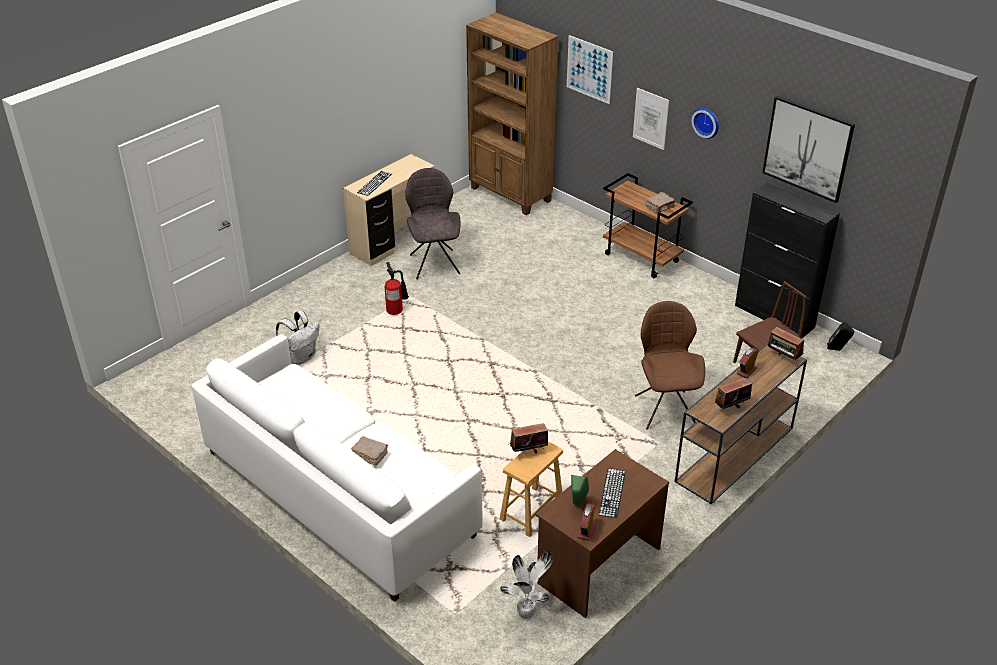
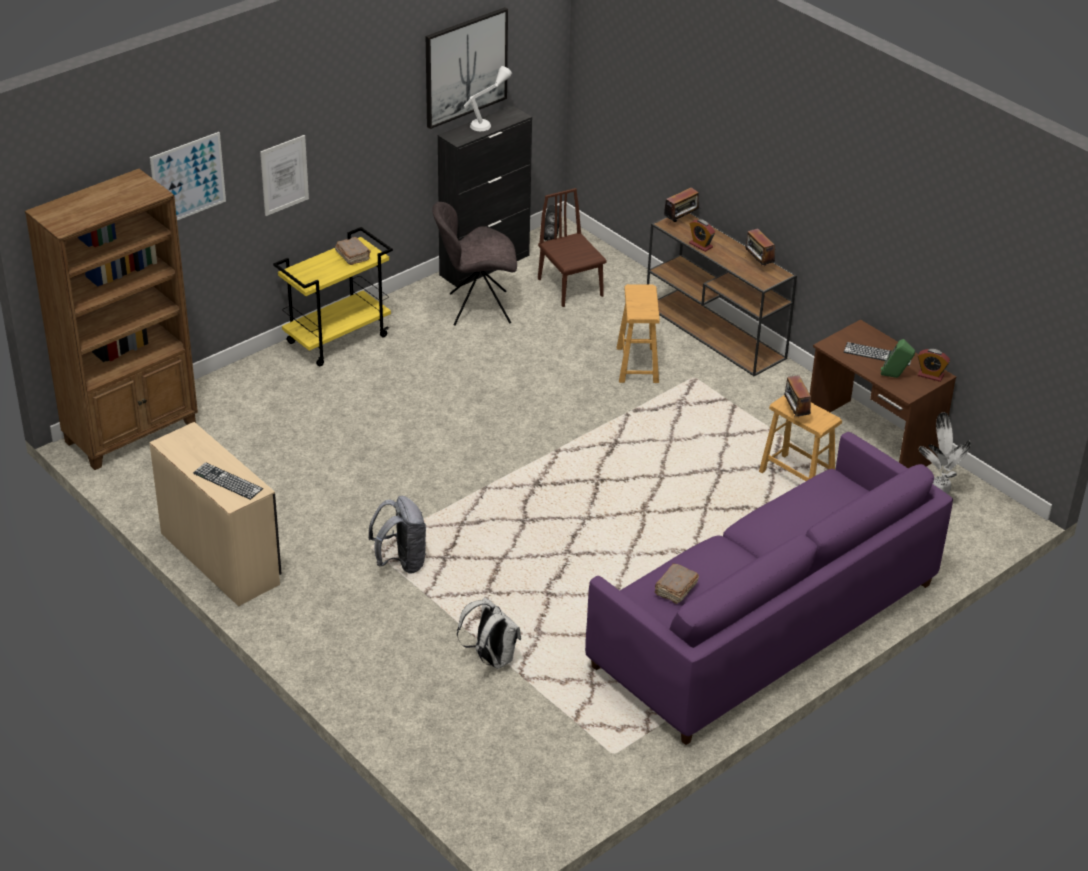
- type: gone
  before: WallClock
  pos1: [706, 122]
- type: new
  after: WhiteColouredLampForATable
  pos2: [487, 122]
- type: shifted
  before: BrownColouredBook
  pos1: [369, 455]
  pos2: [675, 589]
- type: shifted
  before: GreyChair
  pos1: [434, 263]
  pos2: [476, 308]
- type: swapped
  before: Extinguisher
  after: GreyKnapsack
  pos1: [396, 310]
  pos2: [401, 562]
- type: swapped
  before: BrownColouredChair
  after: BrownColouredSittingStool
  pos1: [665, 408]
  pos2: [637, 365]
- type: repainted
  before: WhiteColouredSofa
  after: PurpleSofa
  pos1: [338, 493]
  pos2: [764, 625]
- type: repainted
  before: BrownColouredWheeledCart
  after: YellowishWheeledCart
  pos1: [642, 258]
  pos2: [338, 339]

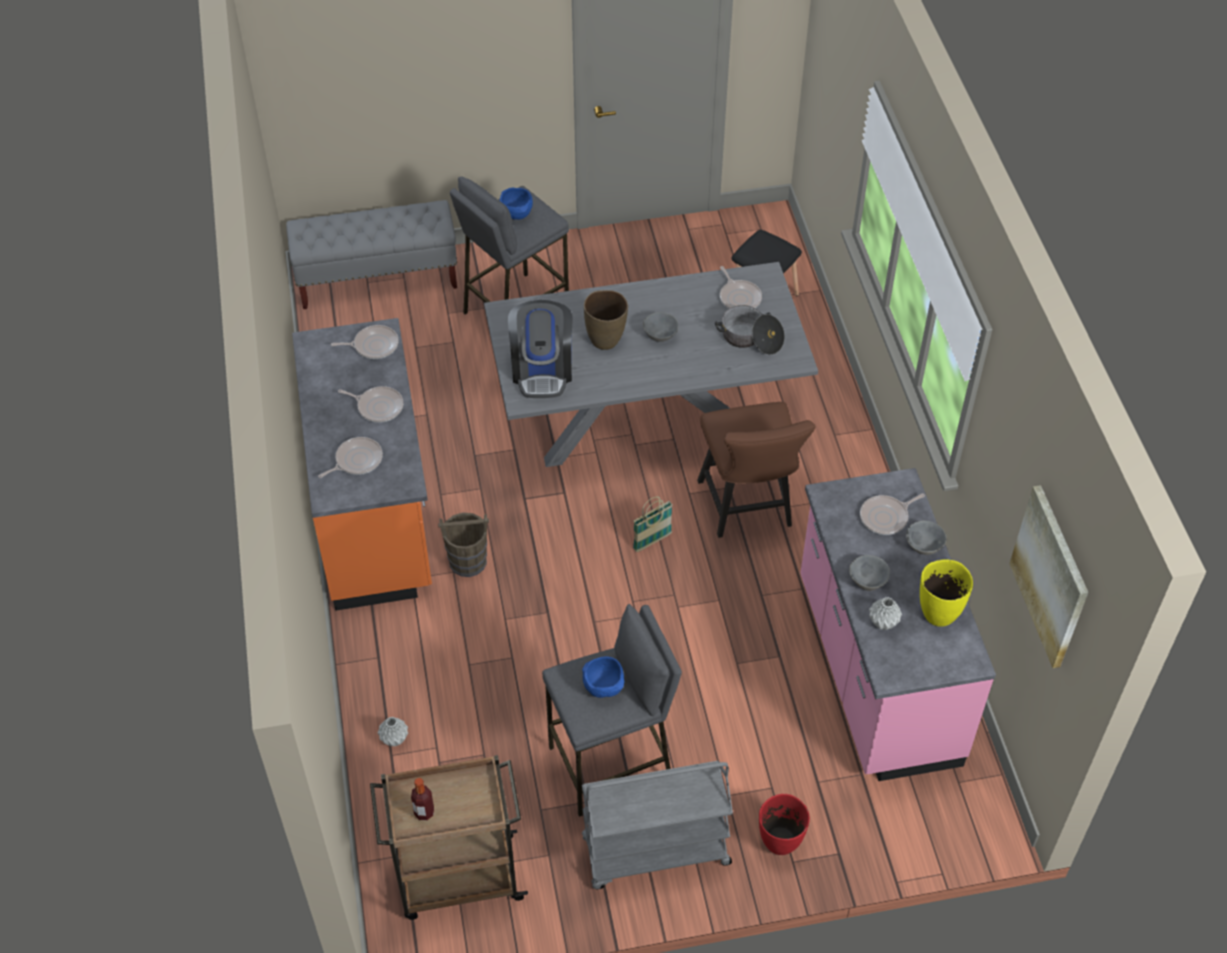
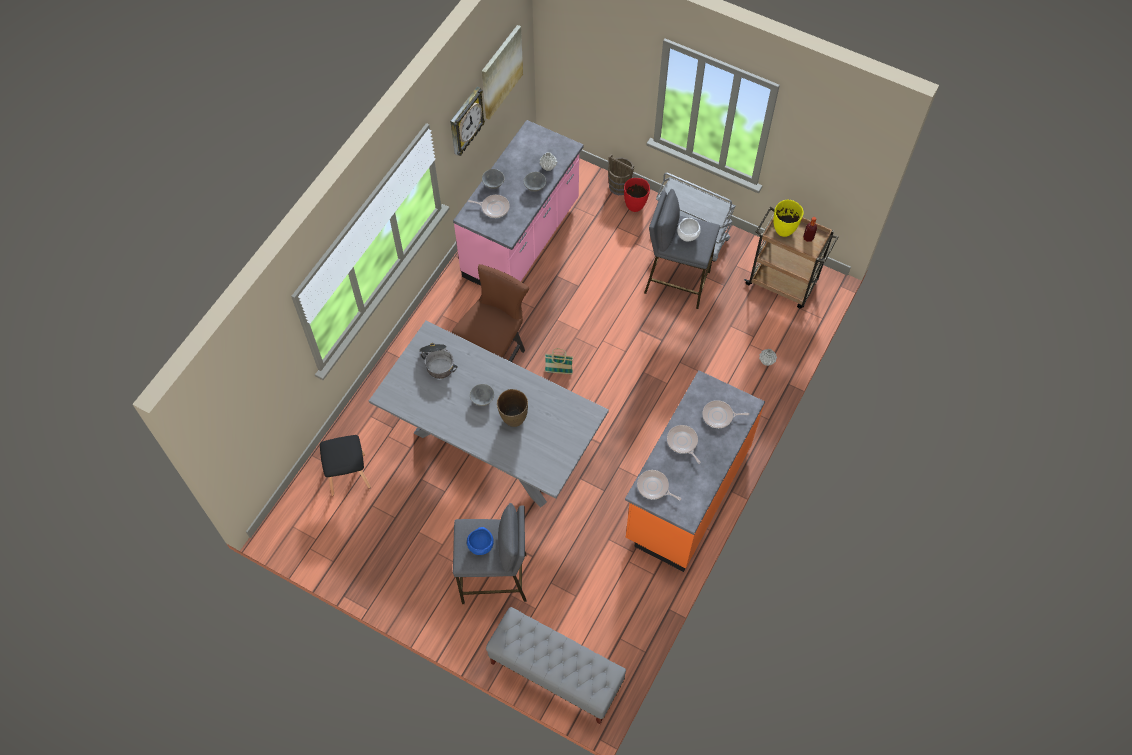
- type: gone
  before: CoffeeBrewer
  pos1: [542, 370]
- type: gone
  before: Skillet
  pos1: [739, 297]
- type: new
  after: WallClock
  pos2: [465, 122]
- type: shifted
  before: BrownColouredWaterBucket
  pos1: [467, 561]
  pos2: [620, 186]
- type: shifted
  before: YellowishVase
  pos1: [938, 613]
  pos2: [784, 230]
- type: repainted
  before: BlueServingBowl
  after: WhiteColouredServingBowl
  pos1: [605, 687]
  pos2: [687, 235]

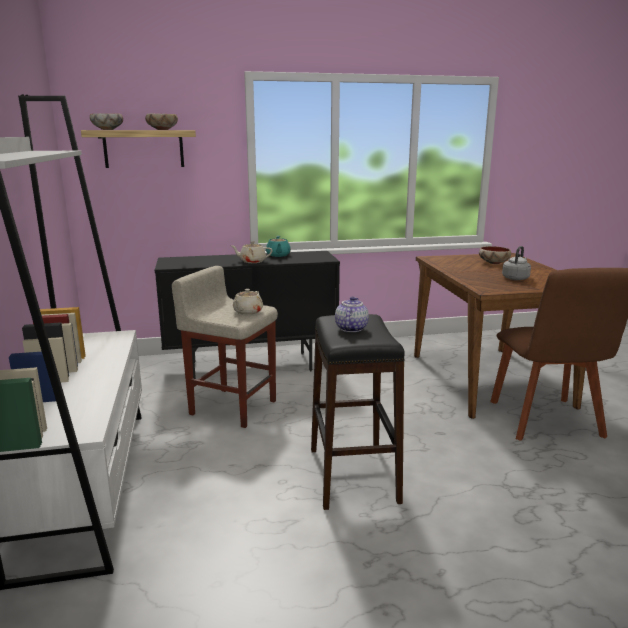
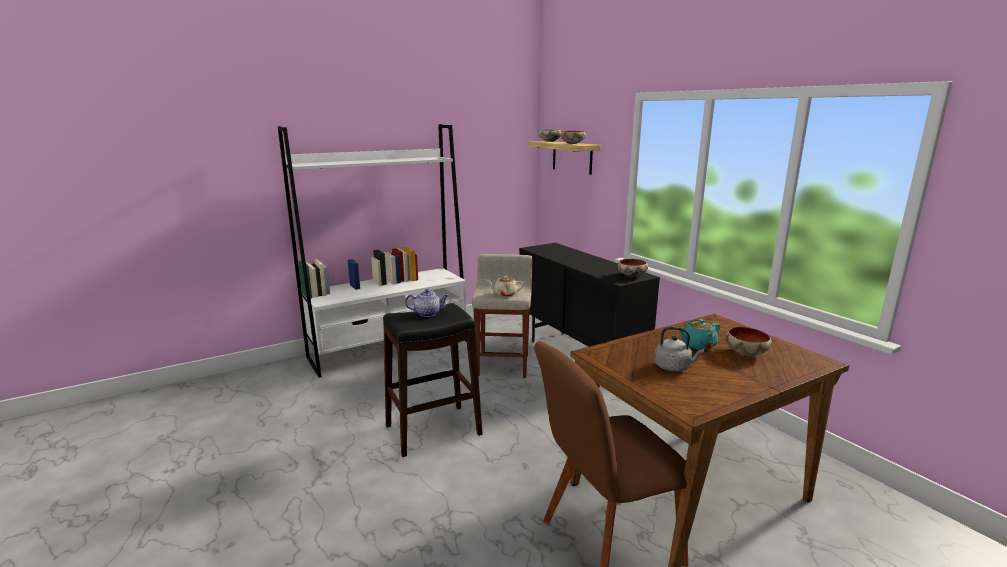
- type: gone
  before: BeigeColouredPotForTea
  pos1: [252, 261]
- type: new
  after: ServingBowl
  pos2: [632, 276]
- type: shifted
  before: BlueGreenPotForTea
  pos1: [278, 255]
  pos2: [697, 345]

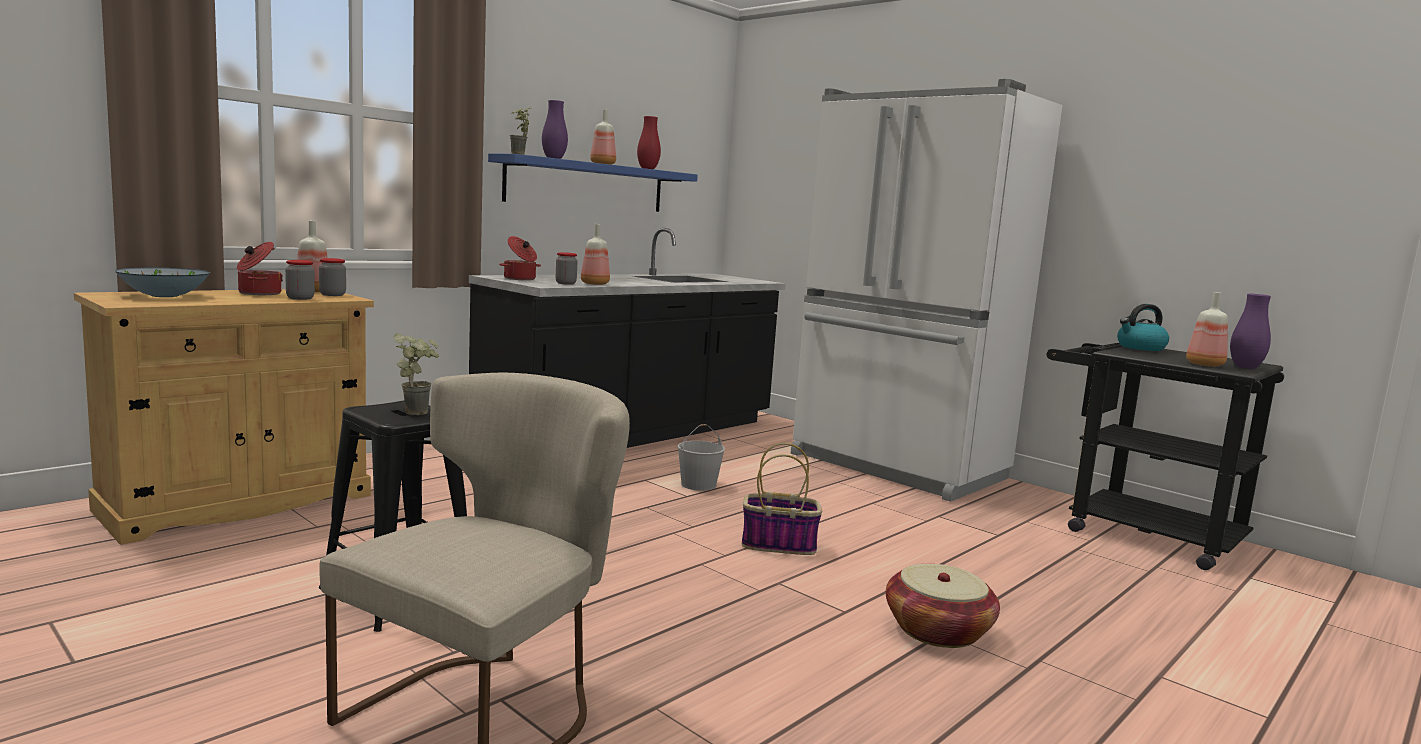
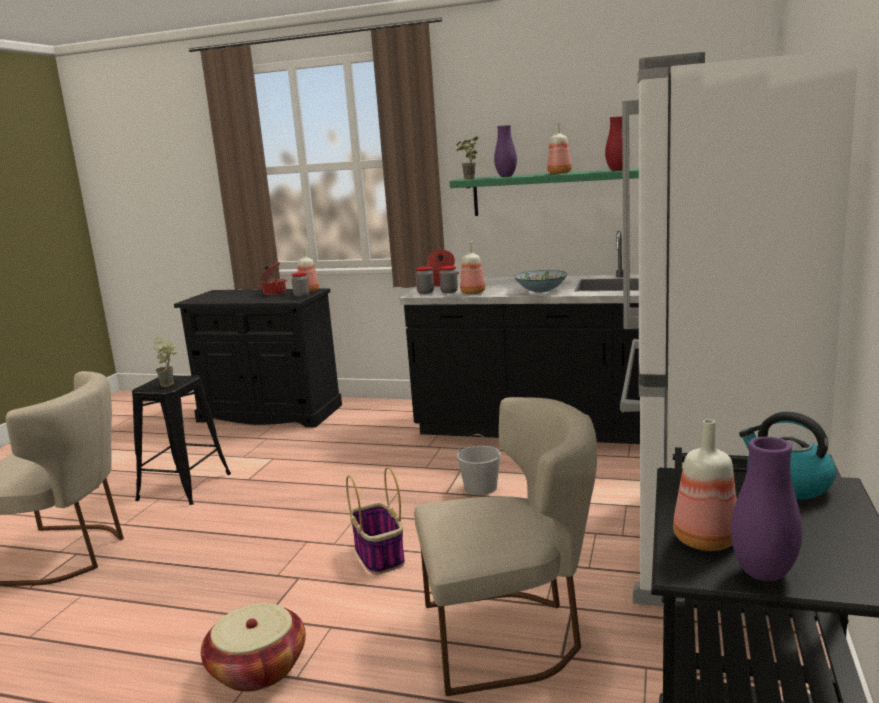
- type: new
  after: BeigeColouredChair
  pos2: [510, 635]
- type: shifted
  before: ServingBowl
  pos1: [165, 296]
  pos2: [541, 291]
- type: shifted
  before: StorageJar
  pos1: [300, 298]
  pos2: [425, 292]
- type: repainted
  before: BeigeColouredCabinet
  after: BlackishCabinet
  pos1: [238, 503]
  pos2: [269, 413]
- type: repainted
  before: BlueWallShelf
  after: GreenColouredWallShelf
  pos1: [587, 185]
  pos2: [563, 192]

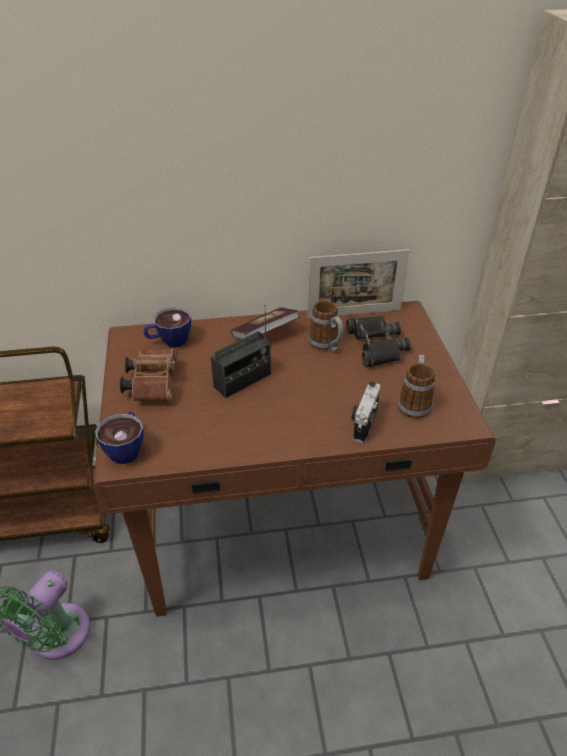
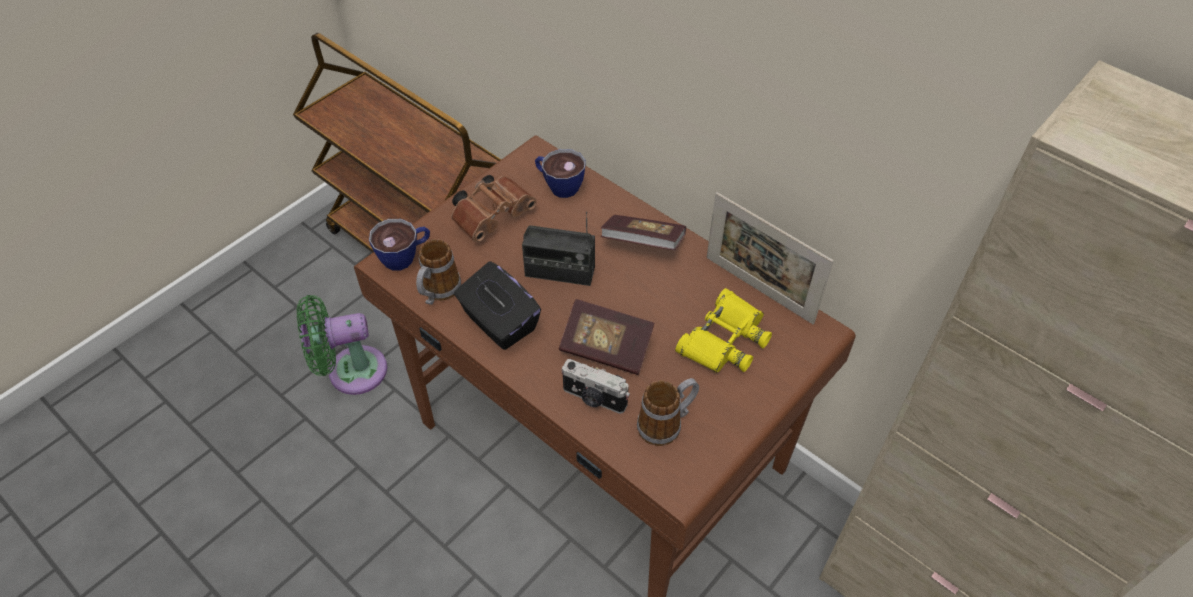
- type: new
  after: BlackishTissueBox
  pos2: [499, 323]
- type: new
  after: Book
  pos2: [606, 348]
- type: shifted
  before: Mug
  pos1: [327, 345]
  pos2: [438, 293]
- type: repainted
  before: BlackishFieldGlasses
  after: YellowishFieldGlasses
  pos1: [376, 345]
  pos2: [724, 339]
- type: rotated
  before: StillCamera
  pos1: [363, 422]
  pos2: [594, 398]
  turn: -135

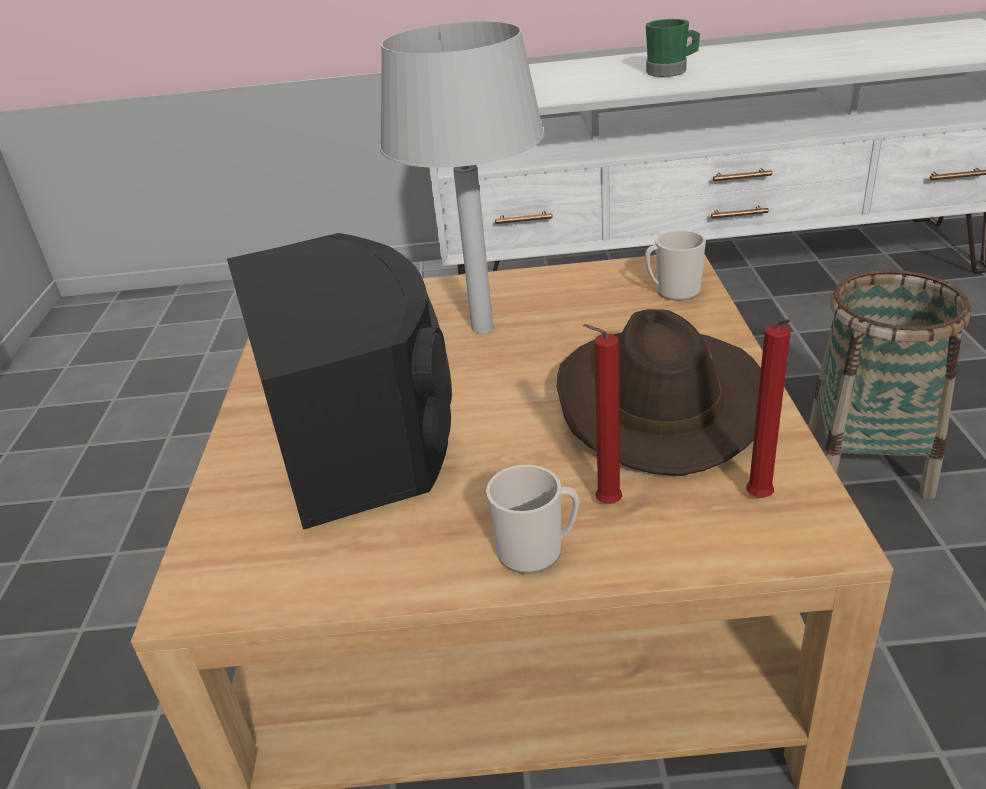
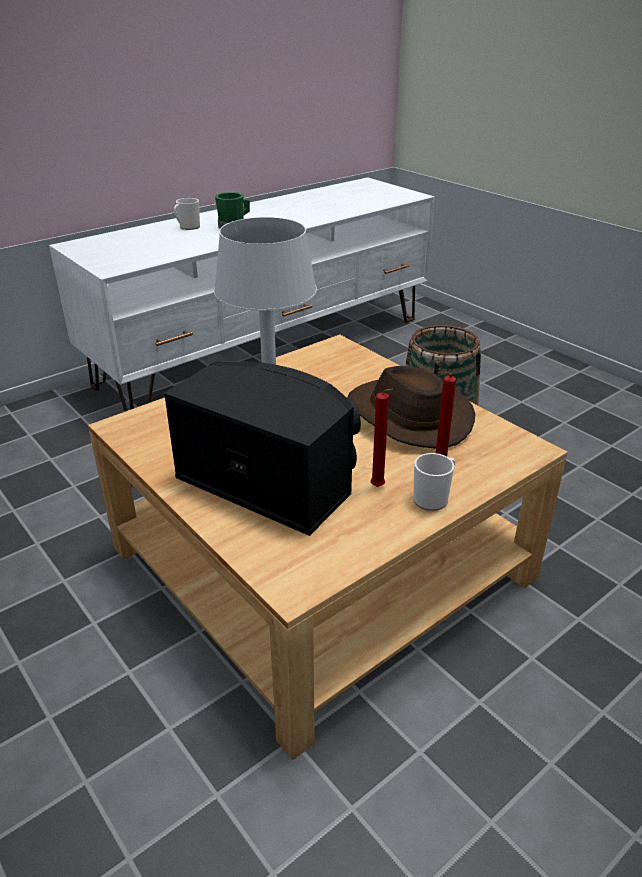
- type: shifted
  before: Mug
  pos1: [673, 291]
  pos2: [188, 227]
- type: shifted
  before: RedWaxCandle
  pos1: [760, 500]
  pos2: [379, 488]

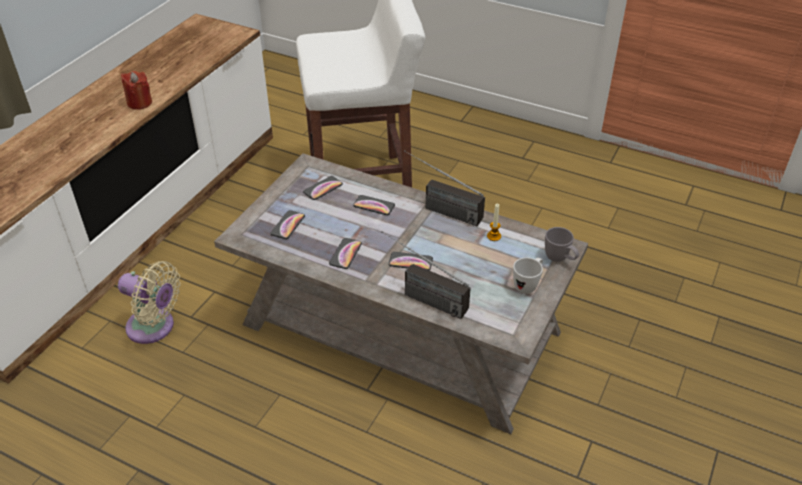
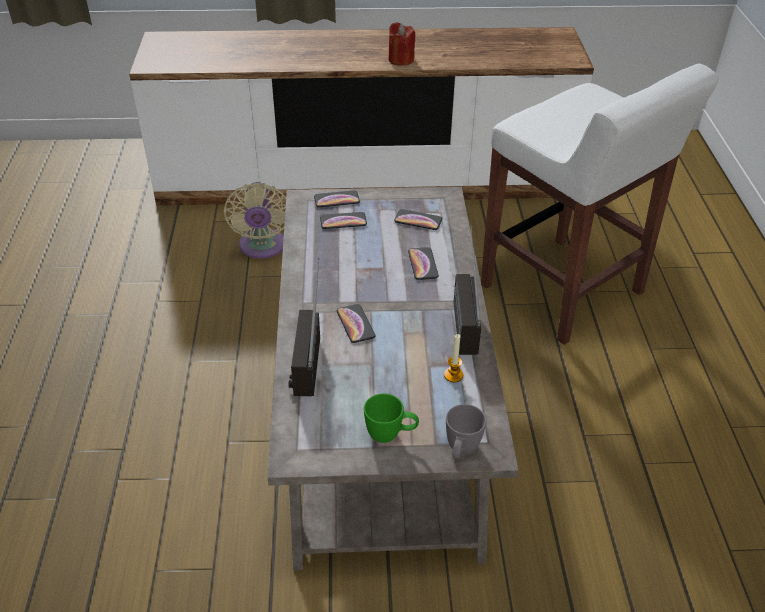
- type: shifted
  before: Phone
  pos1: [345, 254]
  pos2: [336, 200]
- type: repainted
  before: WhiteColouredMug
  after: GreenColouredMug
  pos1: [528, 285]
  pos2: [391, 435]

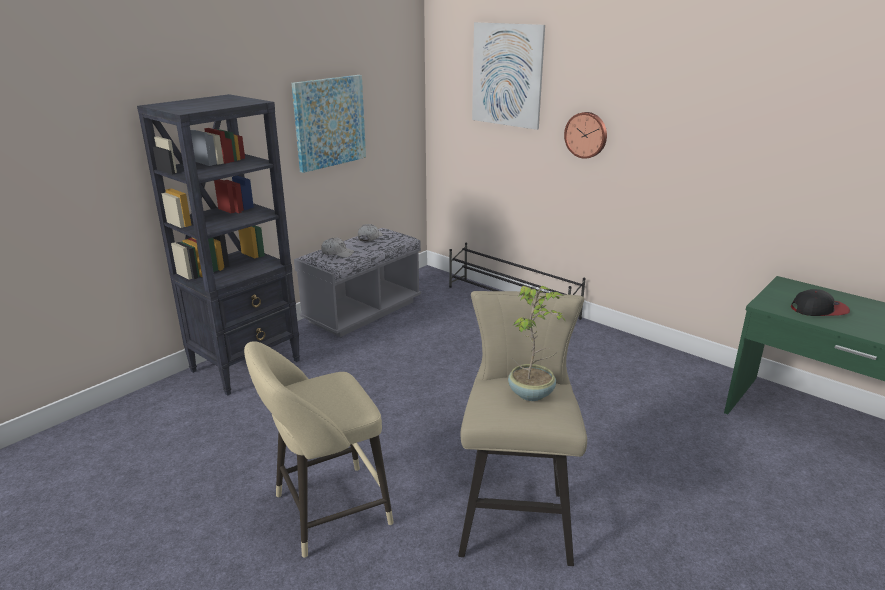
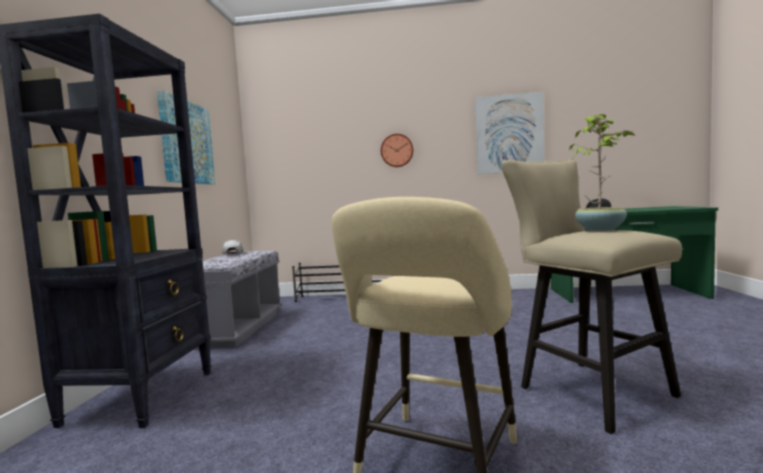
- type: gone
  before: WhiteColouredBaseballCap
  pos1: [337, 253]
- type: shifted
  before: WallPicture
  pos1: [507, 75]
  pos2: [509, 134]

